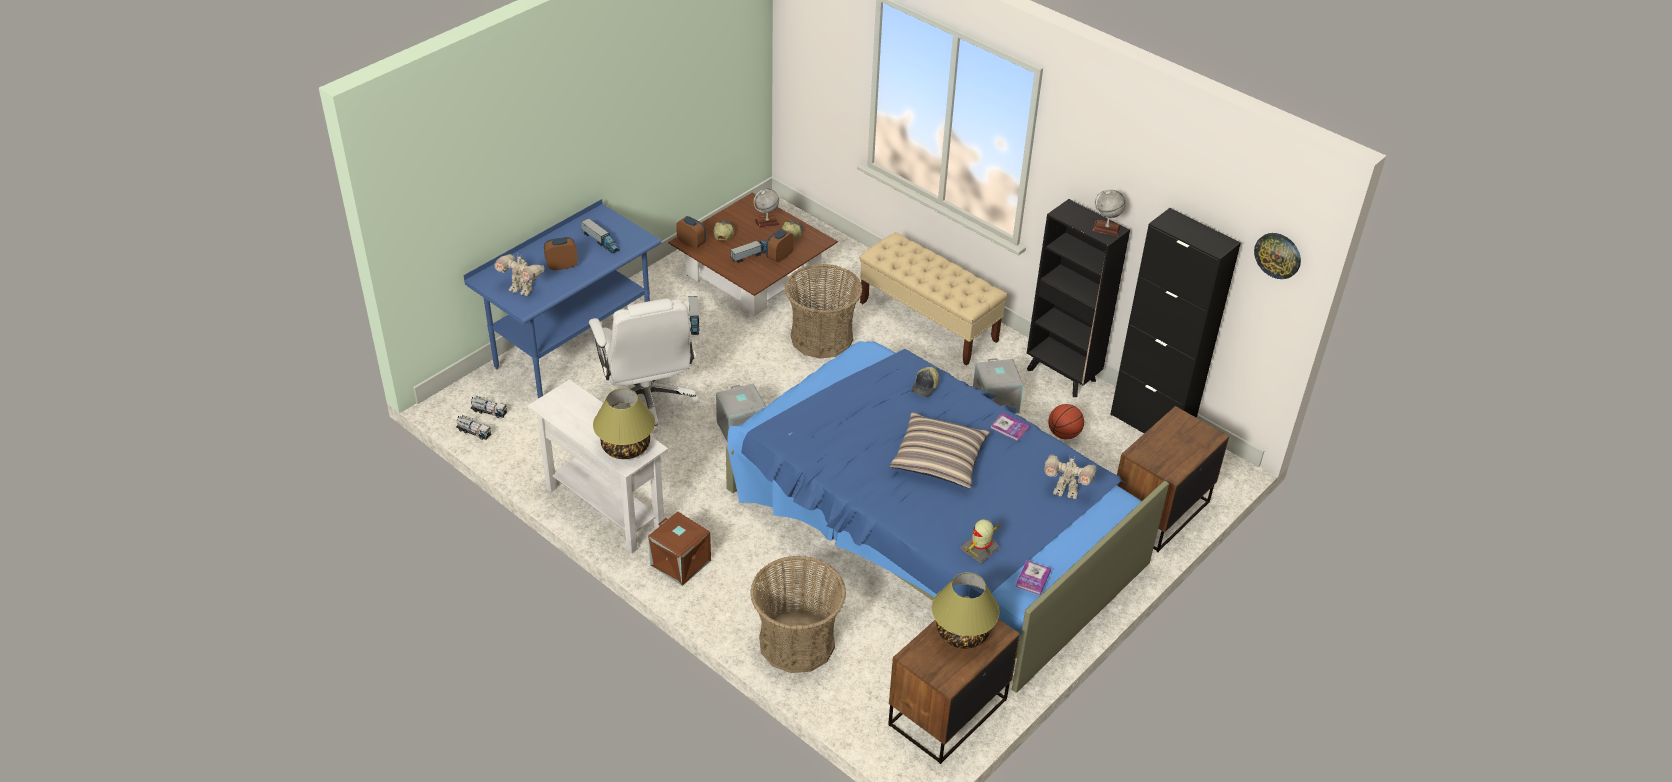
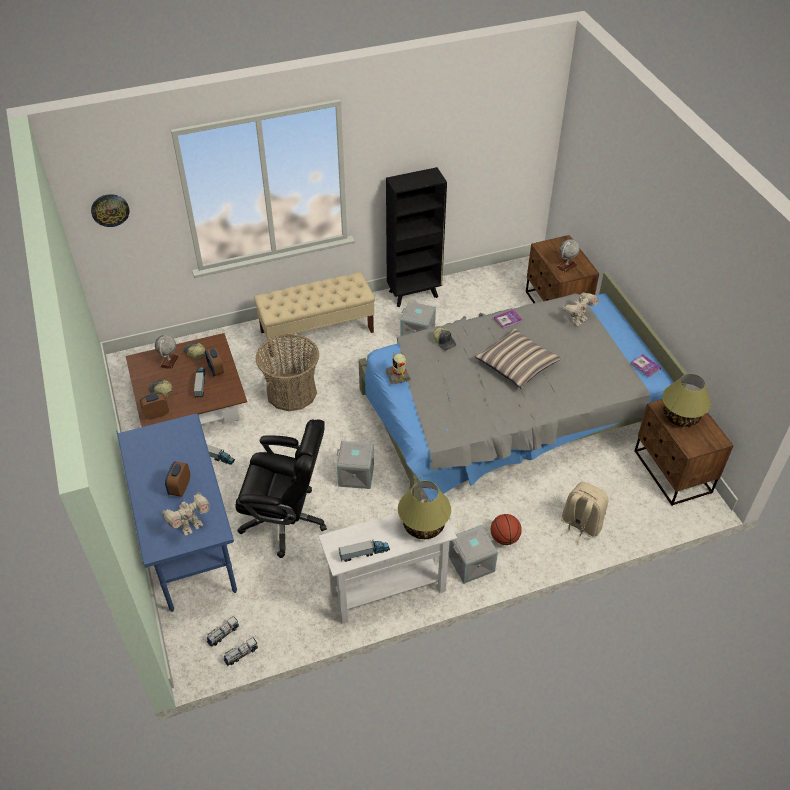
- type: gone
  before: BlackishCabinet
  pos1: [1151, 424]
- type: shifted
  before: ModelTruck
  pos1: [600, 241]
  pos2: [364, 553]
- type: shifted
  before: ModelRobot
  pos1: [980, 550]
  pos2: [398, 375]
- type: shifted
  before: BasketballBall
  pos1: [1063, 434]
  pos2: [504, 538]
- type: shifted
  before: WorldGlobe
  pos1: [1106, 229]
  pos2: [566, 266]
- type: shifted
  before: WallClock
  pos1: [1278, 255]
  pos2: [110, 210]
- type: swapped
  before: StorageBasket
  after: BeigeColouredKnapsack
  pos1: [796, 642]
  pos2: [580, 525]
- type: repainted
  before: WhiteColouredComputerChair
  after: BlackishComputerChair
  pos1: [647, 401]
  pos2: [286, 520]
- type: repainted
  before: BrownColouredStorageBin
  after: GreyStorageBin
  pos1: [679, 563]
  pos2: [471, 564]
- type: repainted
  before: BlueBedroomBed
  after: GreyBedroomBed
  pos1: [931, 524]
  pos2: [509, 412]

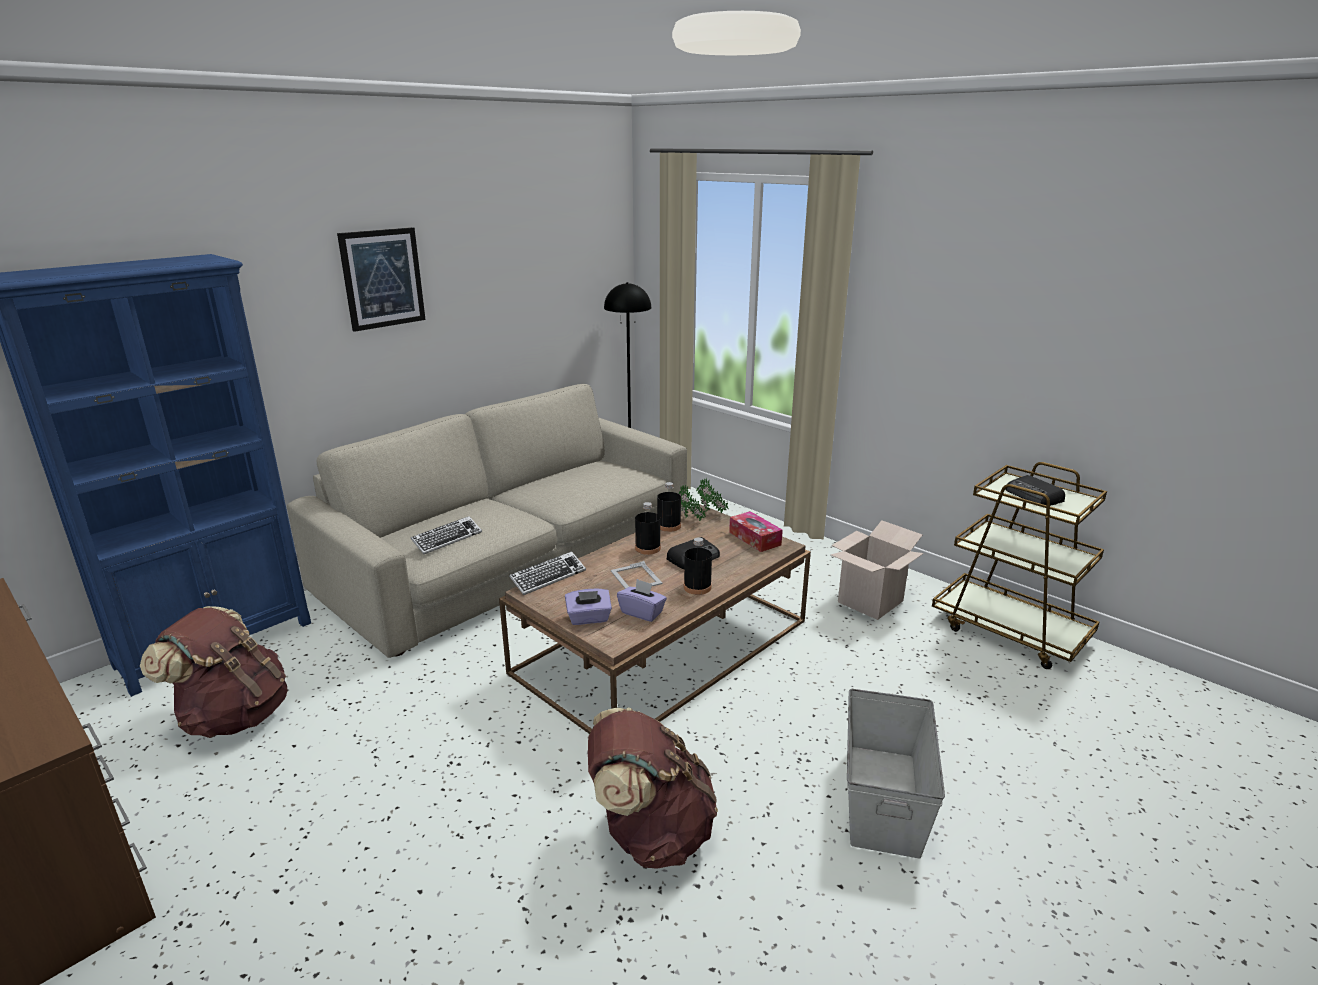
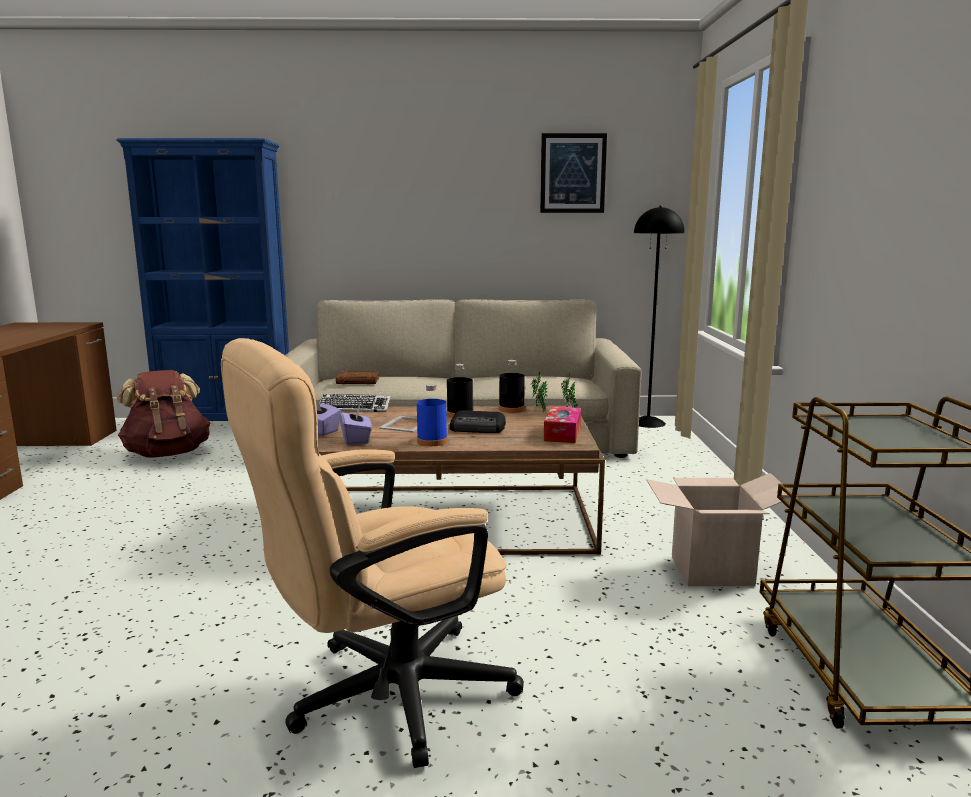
- type: gone
  before: BrownColouredKnapsack
  pos1: [650, 833]
- type: gone
  before: RadioReceiver
  pos1: [1034, 496]
- type: shifted
  before: WallPicture
  pos1: [382, 278]
  pos2: [572, 173]
- type: swapped
  before: ComputerKeyboard
  after: BrownColouredBook
  pos1: [447, 539]
  pos2: [358, 381]
- type: swapped
  before: GreyStorageBin
  after: BeigeColouredComputerChair
  pos1: [882, 798]
  pos2: [381, 697]
- type: repainted
  before: BlackishDrinkBottle
  after: BlueDrinkBottle
  pos1: [697, 587]
  pos2: [432, 441]

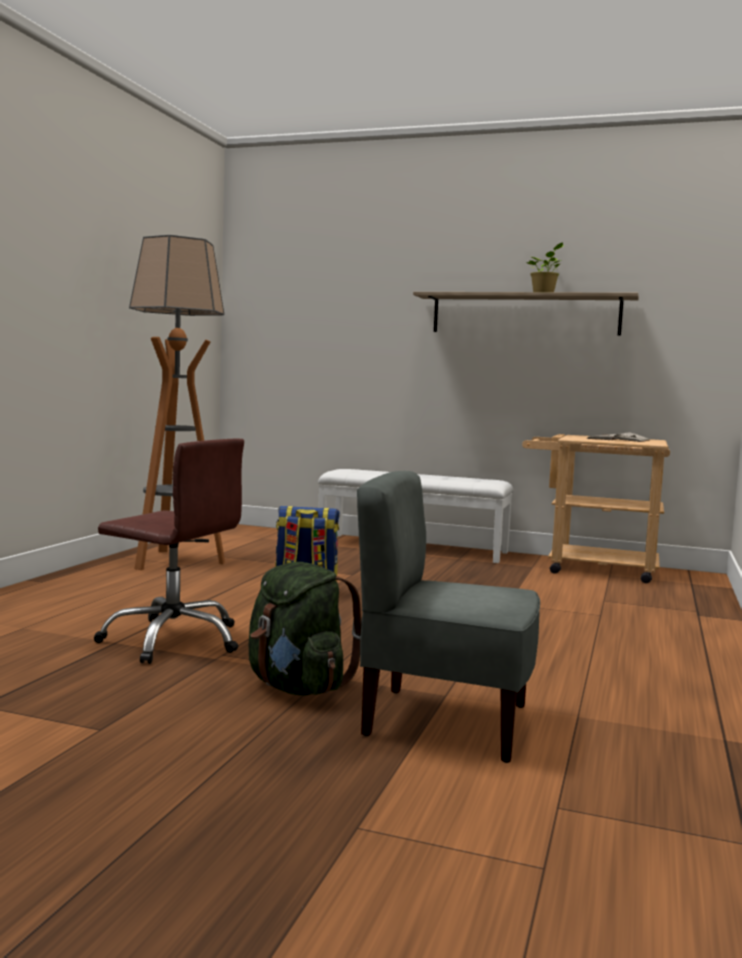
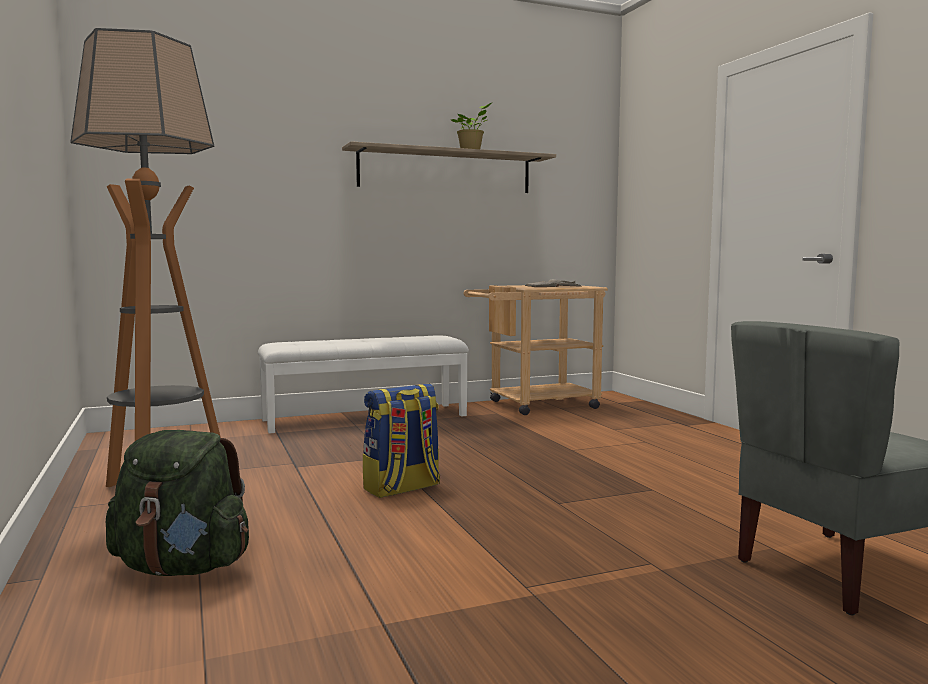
- type: gone
  before: BrownColouredComputerChair
  pos1: [173, 639]
- type: shifted
  before: GreenColouredKnapsack
  pos1: [297, 687]
  pos2: [183, 567]

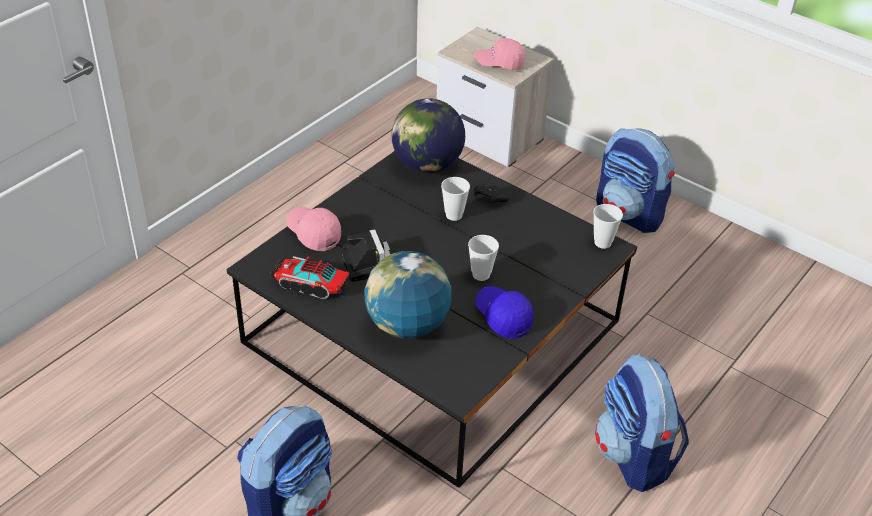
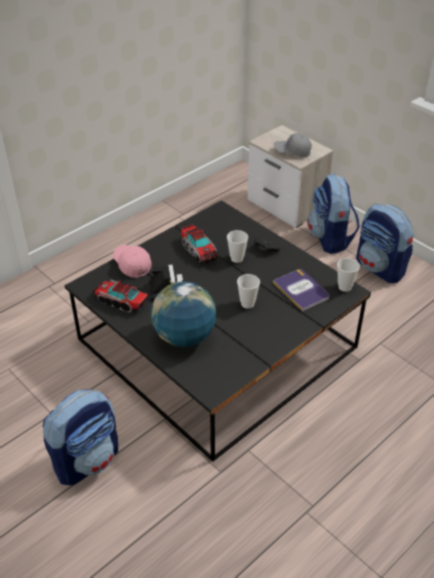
- type: gone
  before: WorldGlobe
  pos1: [427, 165]
- type: gone
  before: BlueBaseballCap
  pos1: [503, 317]
- type: new
  after: ModelTruck
  pos2: [199, 250]
- type: new
  after: Book
  pos2: [301, 290]
- type: shifted
  before: Knapsack
  pos1: [634, 456]
  pos2: [330, 239]
- type: repainted
  before: PinkBaseballCap
  after: GreyBaseballCap
  pos1: [499, 63]
  pos2: [292, 152]

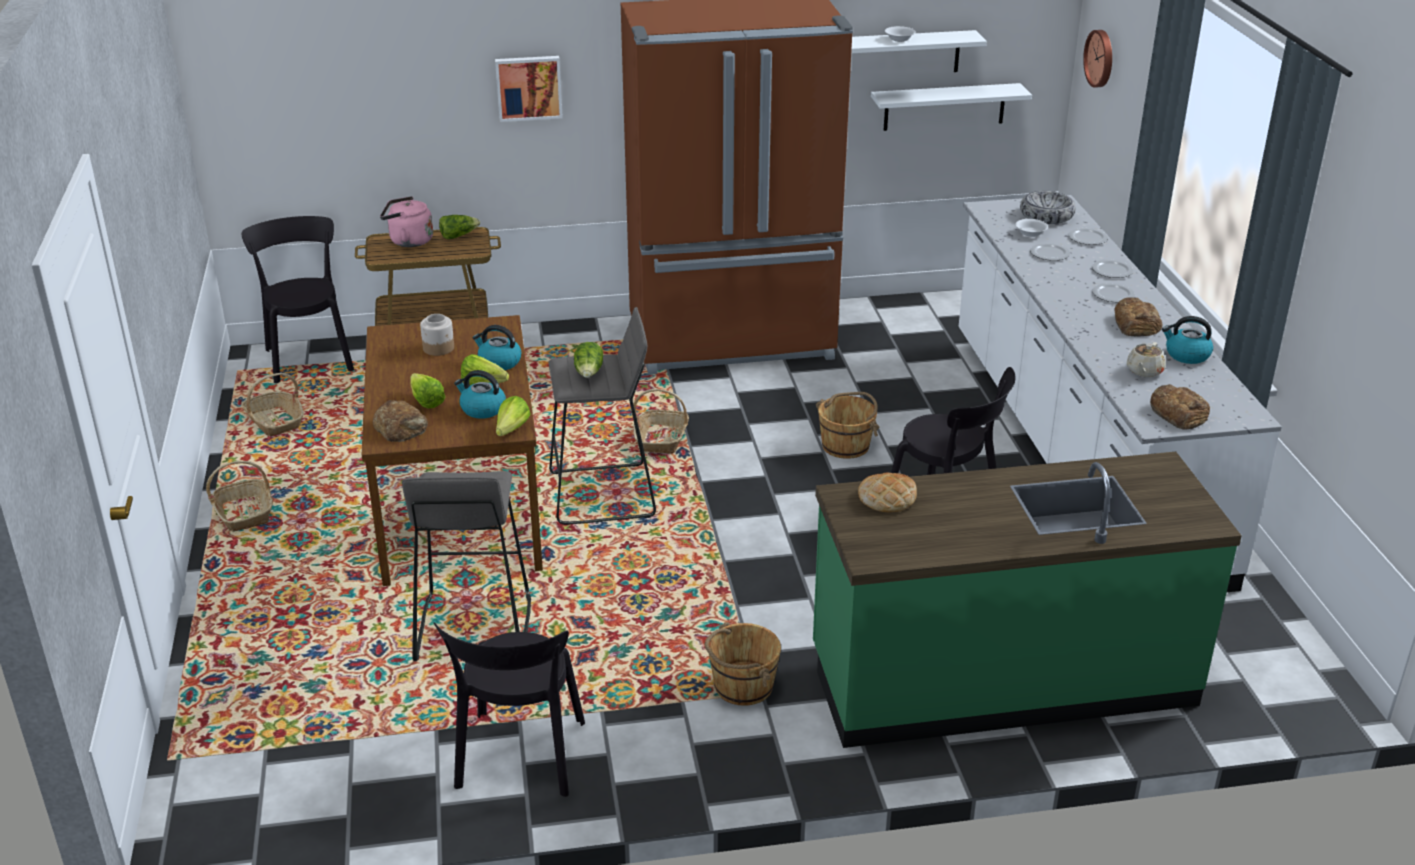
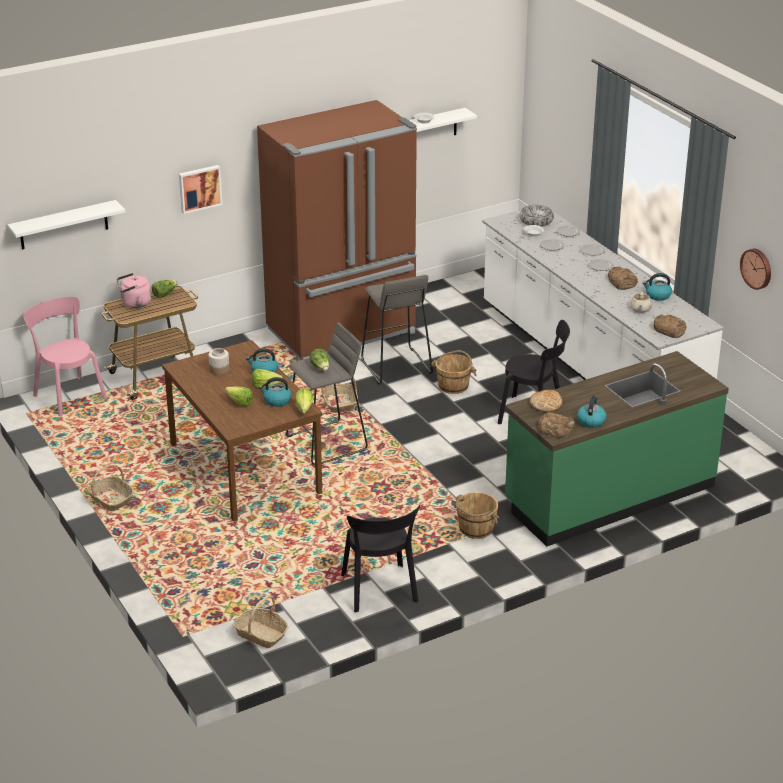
- type: new
  after: WaterKettle
  pos2: [591, 421]
- type: shifted
  before: StorageBasket
  pos1: [275, 422]
  pos2: [261, 634]
- type: shifted
  before: BakeryBread
  pos1: [401, 427]
  pos2: [555, 428]
- type: shifted
  before: GreySittingStool
  pos1: [473, 629]
  pos2: [395, 366]
- type: shifted
  before: WhiteColouredWallShelf
  pos1: [944, 107]
  pos2: [63, 225]
- type: shifted
  before: WallClock
  pos1: [1101, 58]
  pos2: [757, 268]
- type: repainted
  before: BlackishChair
  after: PinkChair
  pos1: [309, 358]
  pos2: [68, 395]

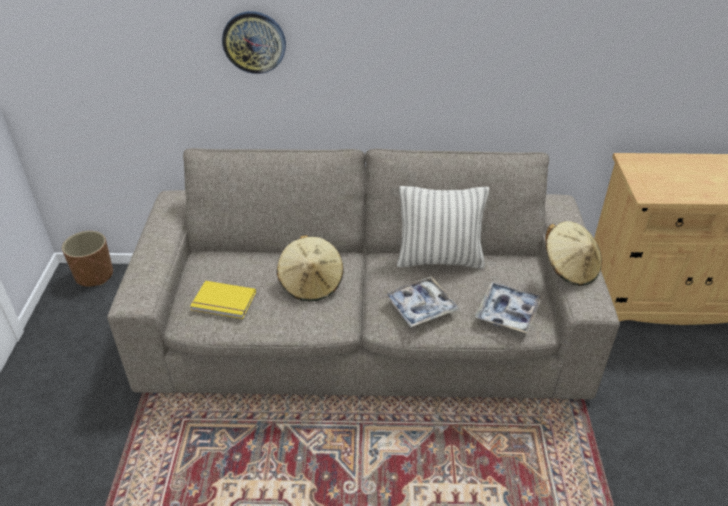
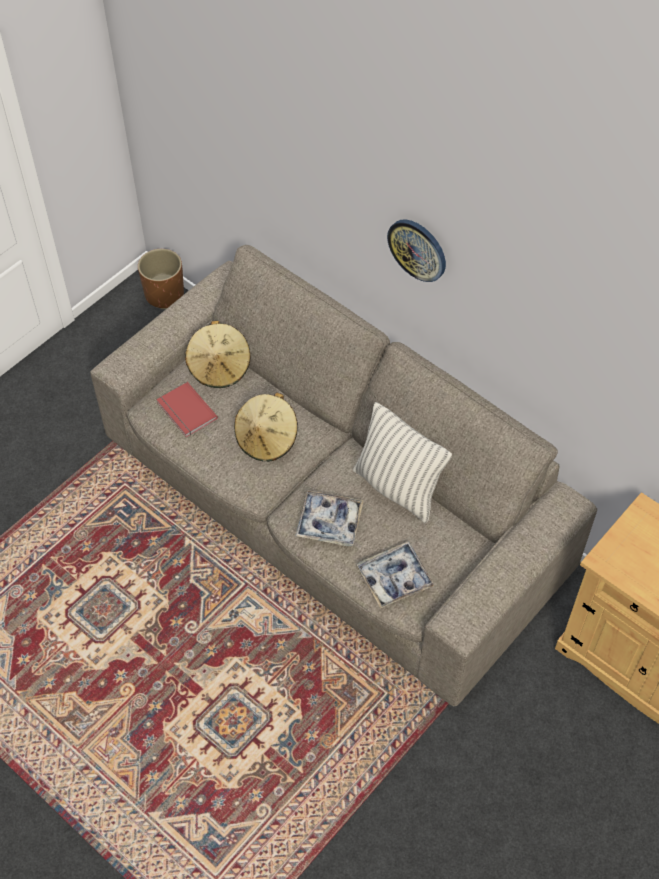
- type: shifted
  before: WallClock
  pos1: [254, 42]
  pos2: [417, 249]
- type: shifted
  before: BeigeColouredHat
  pos1: [569, 269]
  pos2: [219, 368]
- type: repainted
  before: YellowishBook
  after: RedBook
  pos1: [223, 302]
  pos2: [185, 412]

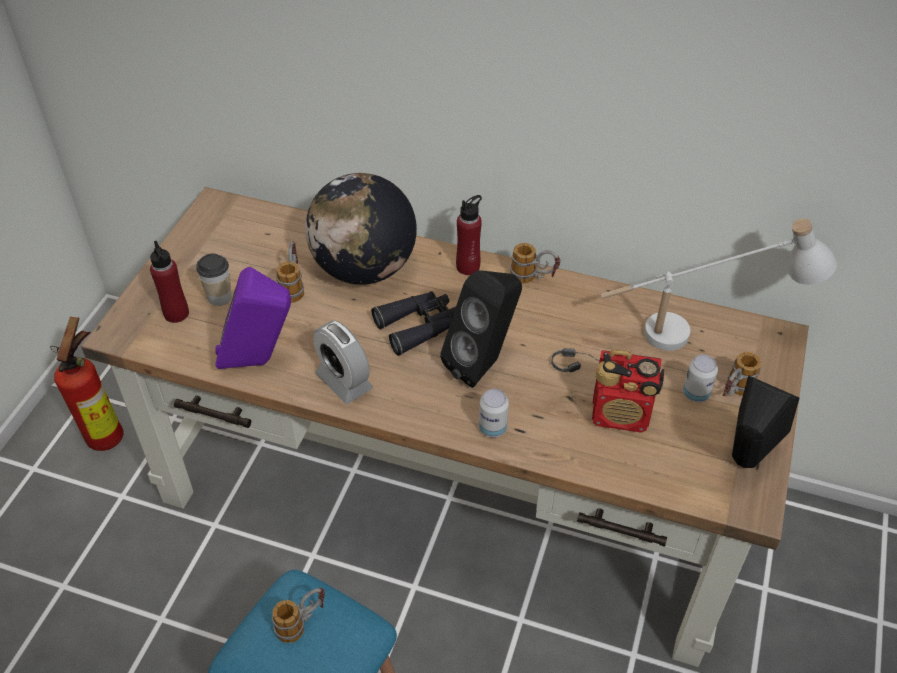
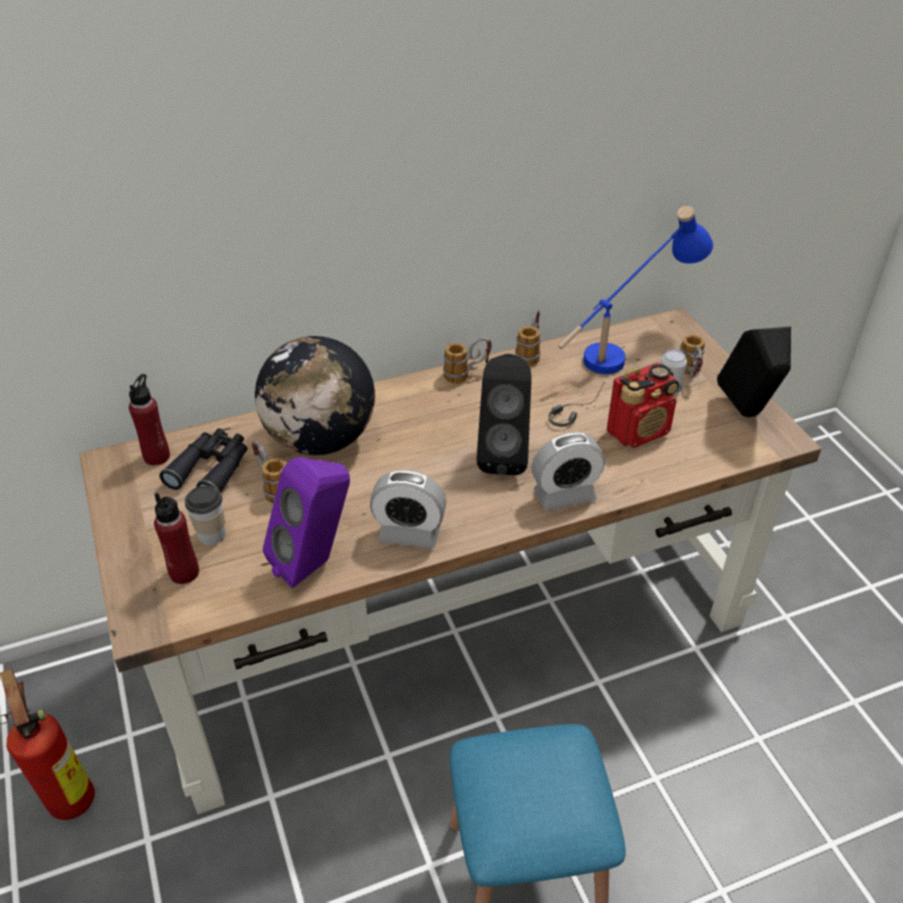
- type: shifted
  before: Mug
  pos1: [302, 623]
  pos2: [530, 352]
- type: shifted
  before: BlackishFieldGlasses
  pos1: [419, 326]
  pos2: [212, 469]
- type: shifted
  before: RedDrinkBottle
  pos1: [468, 267]
  pos2: [157, 456]
- type: swapped
  before: MetalCan
  after: TableClock
  pos1: [492, 428]
  pos2: [564, 495]
- type: repainted
  before: WhiteColouredLampForATable
  after: BlueLampForATable
  pos1: [700, 335]
  pos2: [625, 349]

